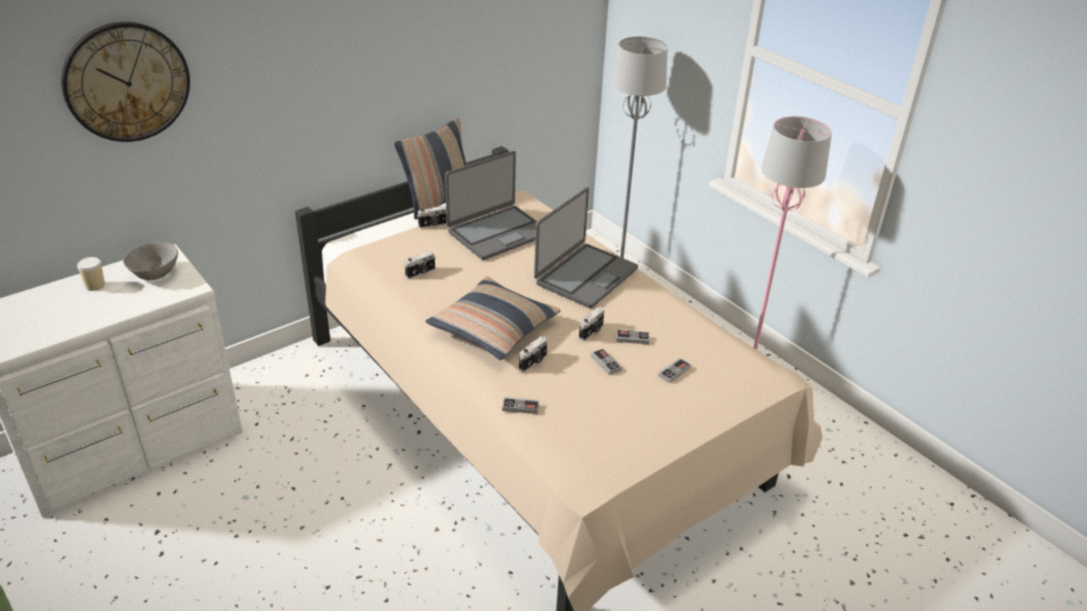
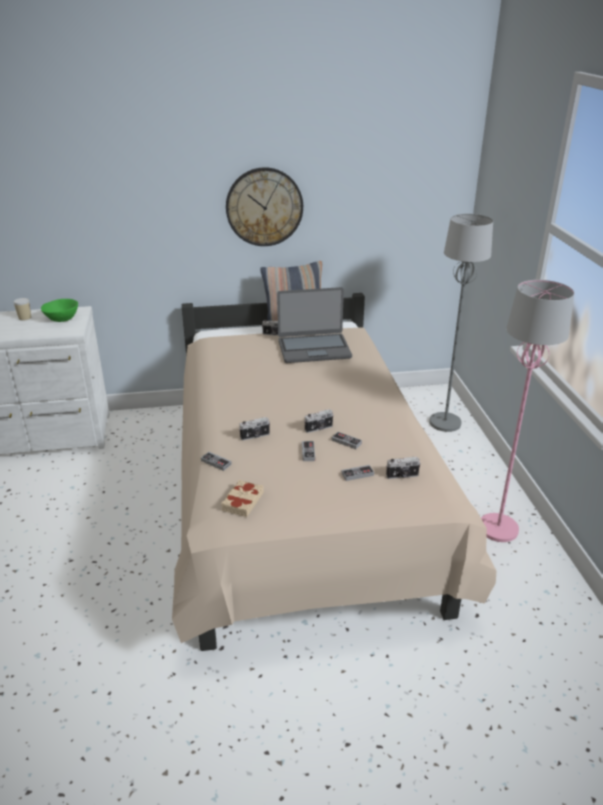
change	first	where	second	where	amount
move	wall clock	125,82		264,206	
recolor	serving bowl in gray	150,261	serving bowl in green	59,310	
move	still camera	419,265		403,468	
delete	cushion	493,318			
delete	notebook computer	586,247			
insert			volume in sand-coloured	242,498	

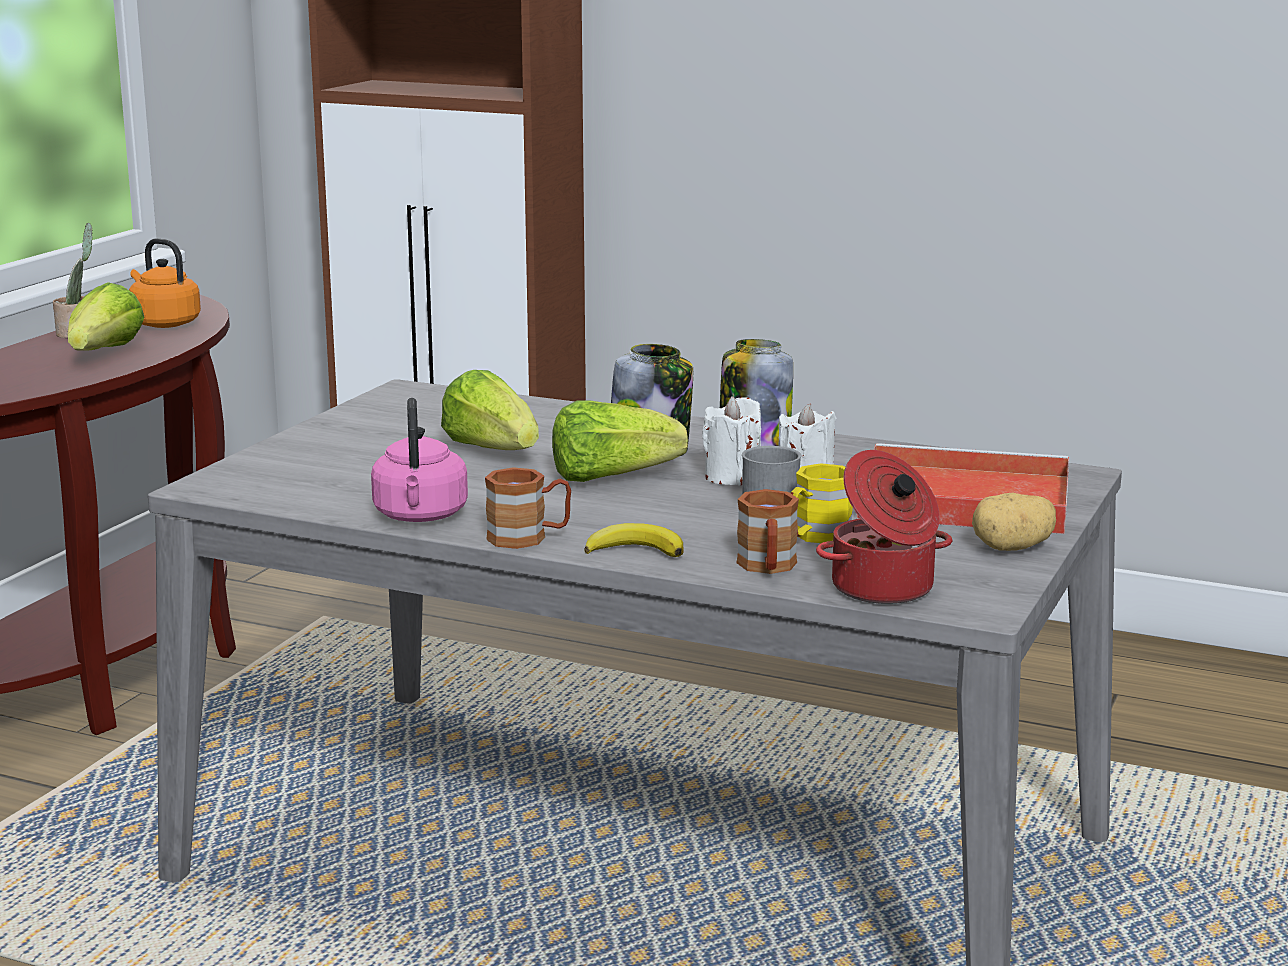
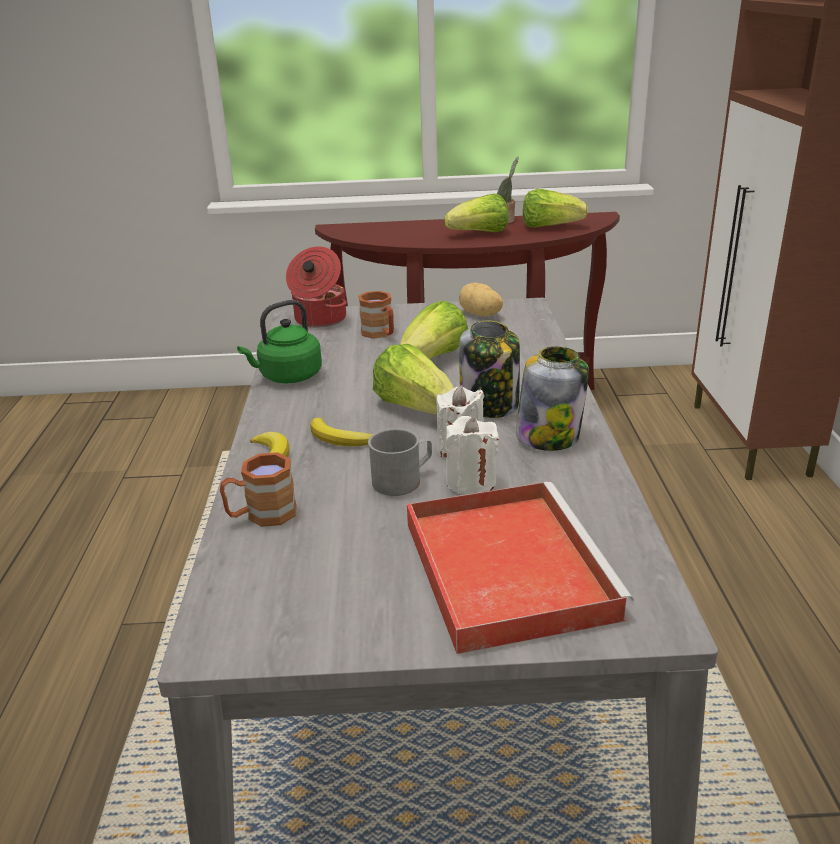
change	first	where	second	where	amount
replace	kettle in orangey	165,283	head of lettuce	555,208	
recolor	kettle in pinkish	419,460	kettle in green	279,341	
move	coffee mug in brown-coloured	528,508		376,315	
delete	coffee mug in yellow-coloured	822,503			
move	saucepot	884,527		316,287	
move	potato	1014,522		481,299	
insert			whole banana	341,432	

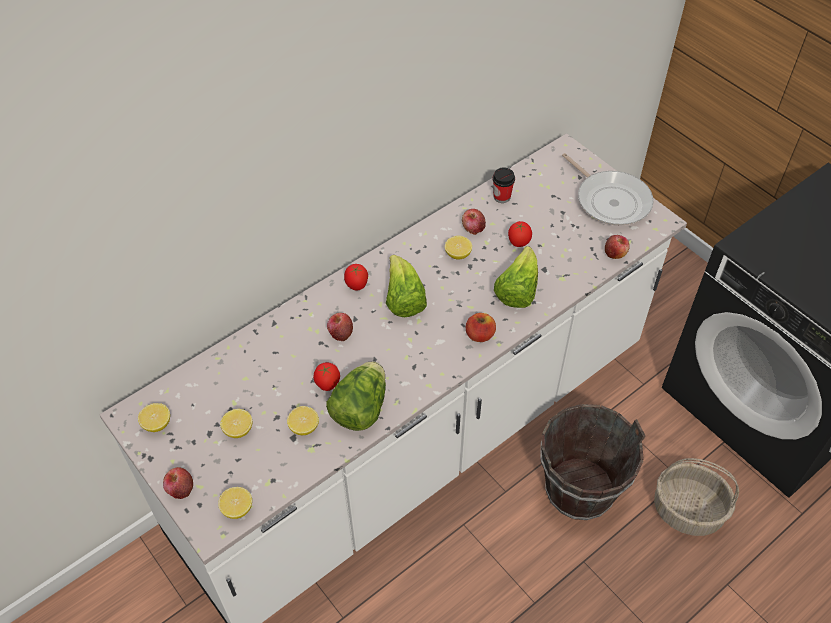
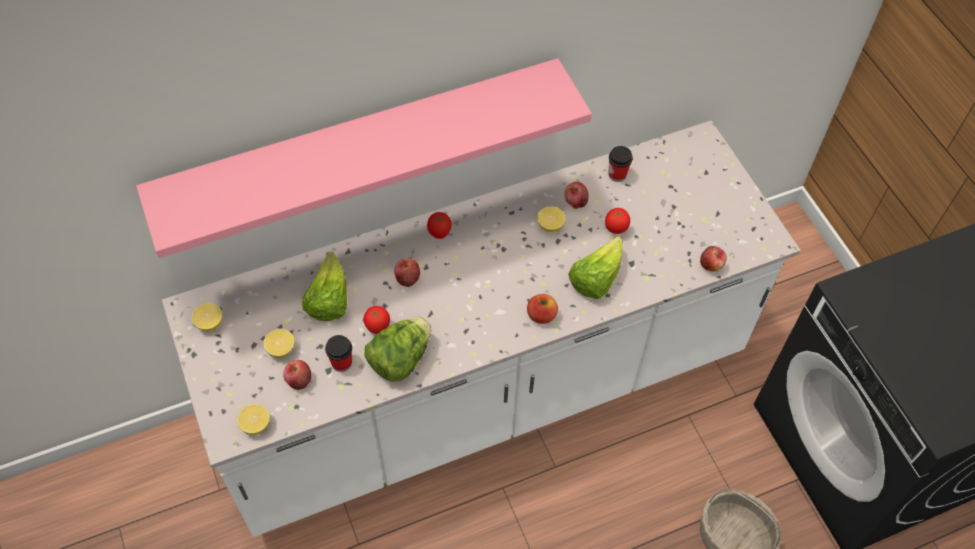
change	first	where	second	where	amount
move	apple fruit	178,483		297,375	
replace	citrus fruit	303,420	small cup	338,353	
move	head of lettuce	406,286		324,286	
delete	water bucket in brown-coloured	593,462			
delete	frying pan	608,189			
insert			wall shelf in pinkish	364,158	

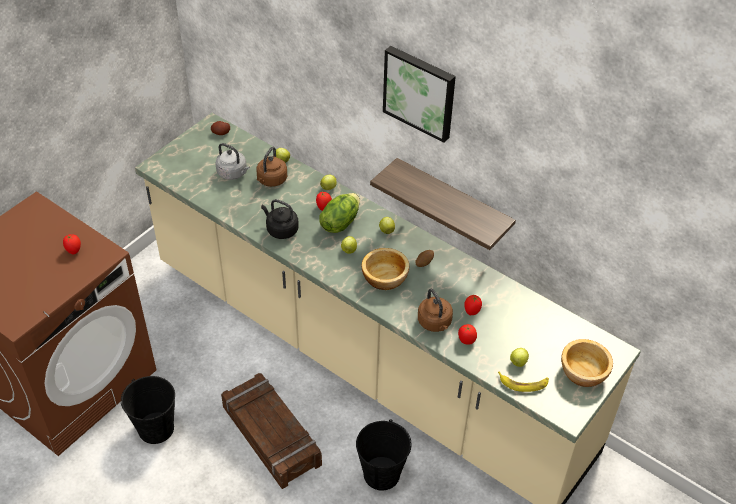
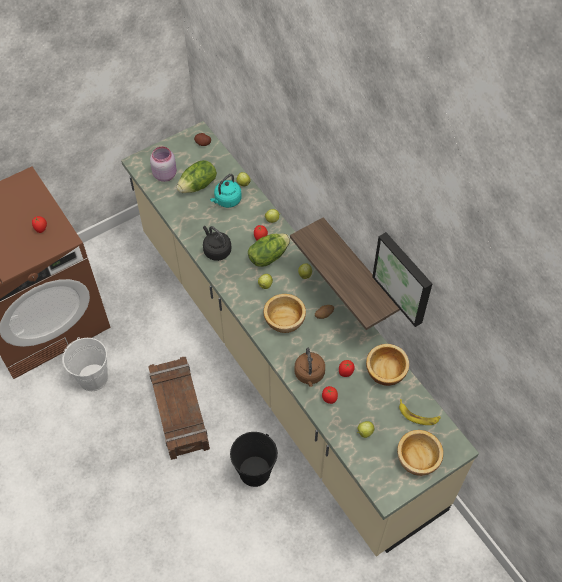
change	first	where	second	where	amount
recolor	water bucket in black-coloured	148,410	water bucket in white	85,364	
replace	kettle in gray	232,161	head of lettuce	196,176	
recolor	kettle in brown-coloured	271,167	kettle in turquoise-coloured	226,191	
move	picture	419,94		402,279	
move	whole banana	523,381		420,412	
insert			storage jar in pinkish	163,164	
insert			serving bowl	387,365	

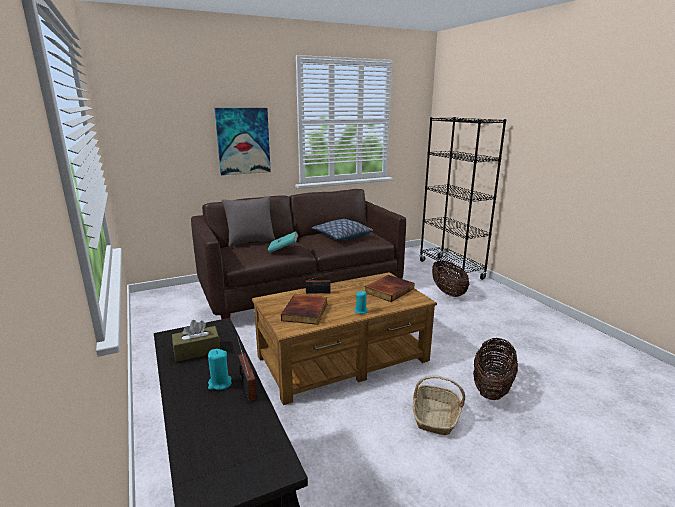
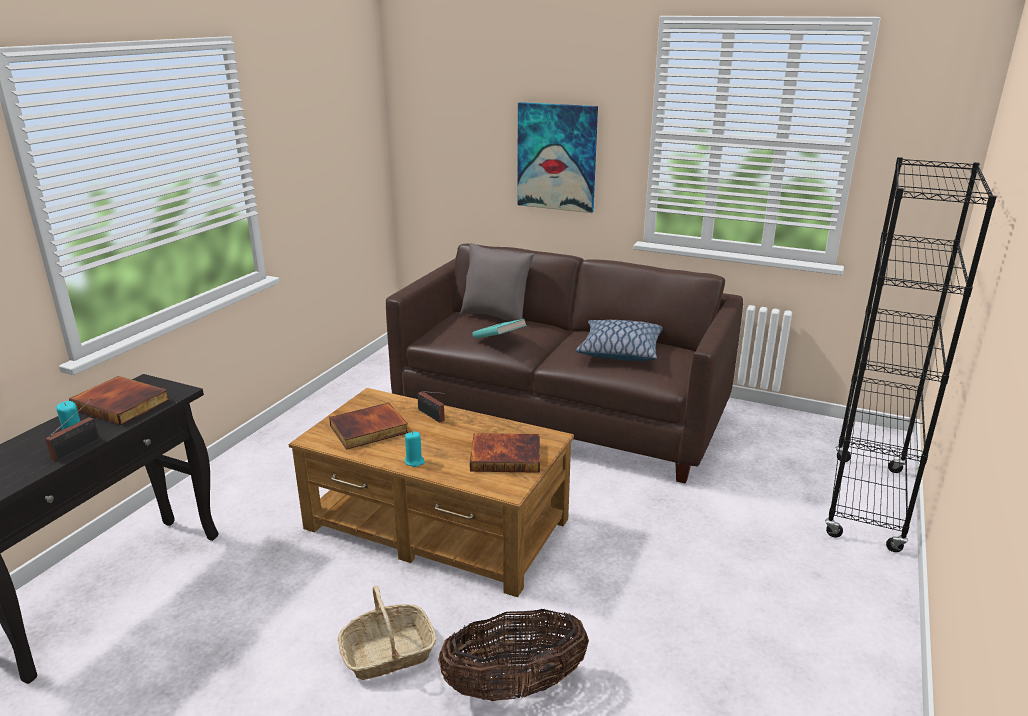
change	first	where	second	where	amount
replace	tissue holder in brown-coloured	196,341	volume	119,400	
delete	basket	450,279			

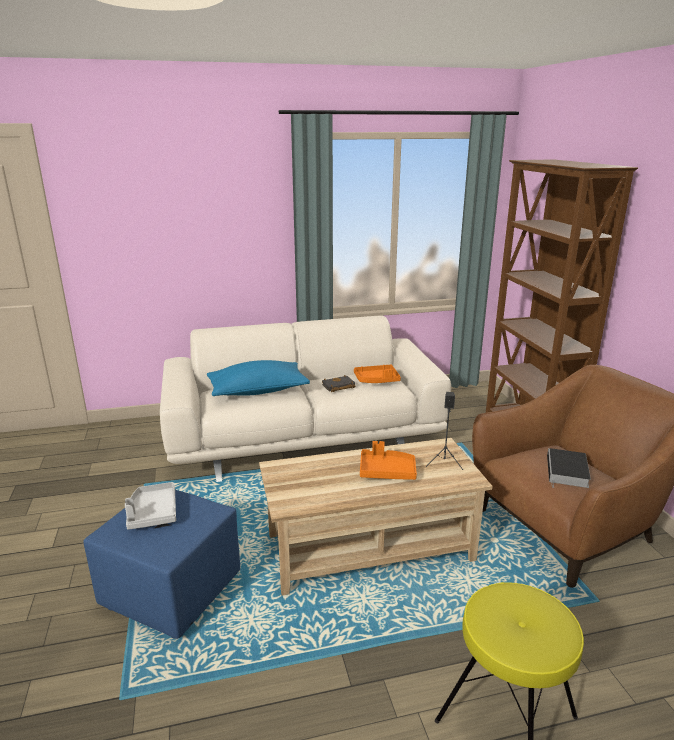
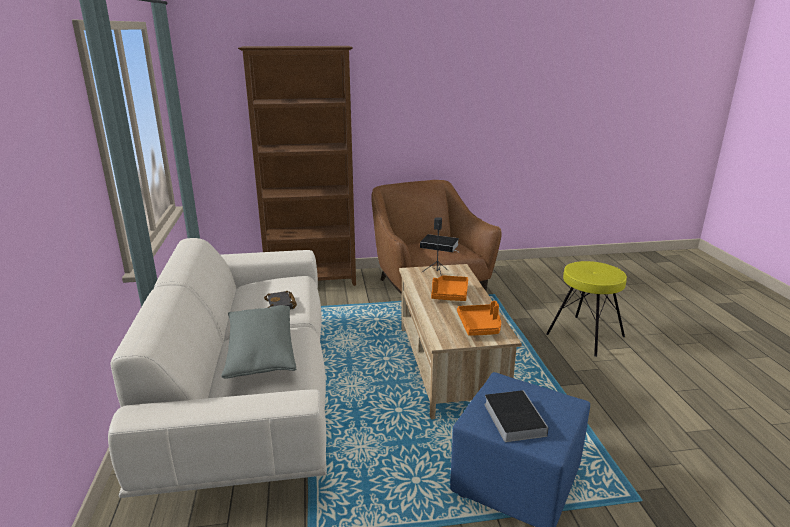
change	first	where	second	where	amount
replace	serving tray in gray	150,506	volume	516,416	
recolor	cushion in bluish	258,378	cushion in gray	258,342	
move	serving tray in orangey	377,374		479,318	

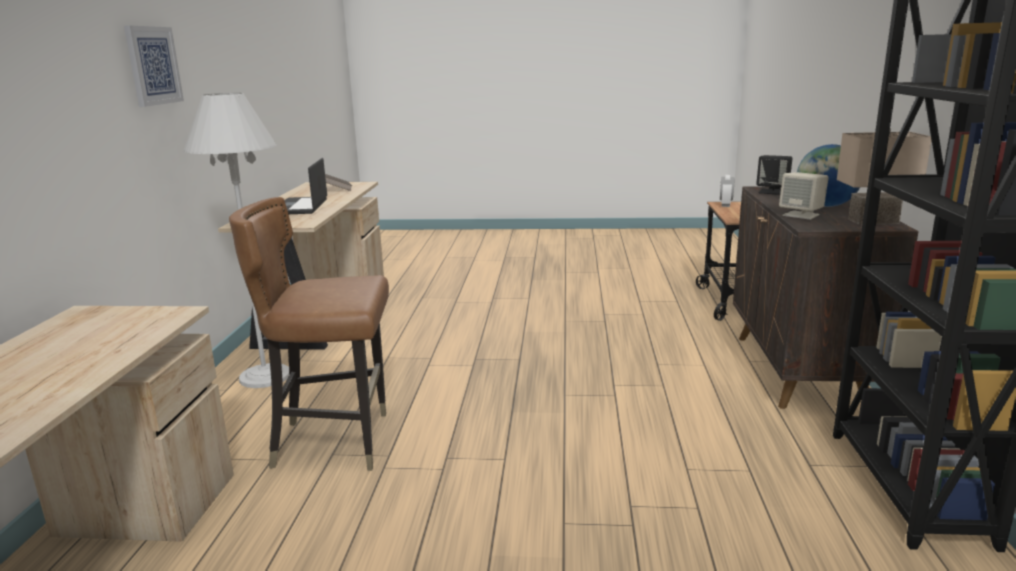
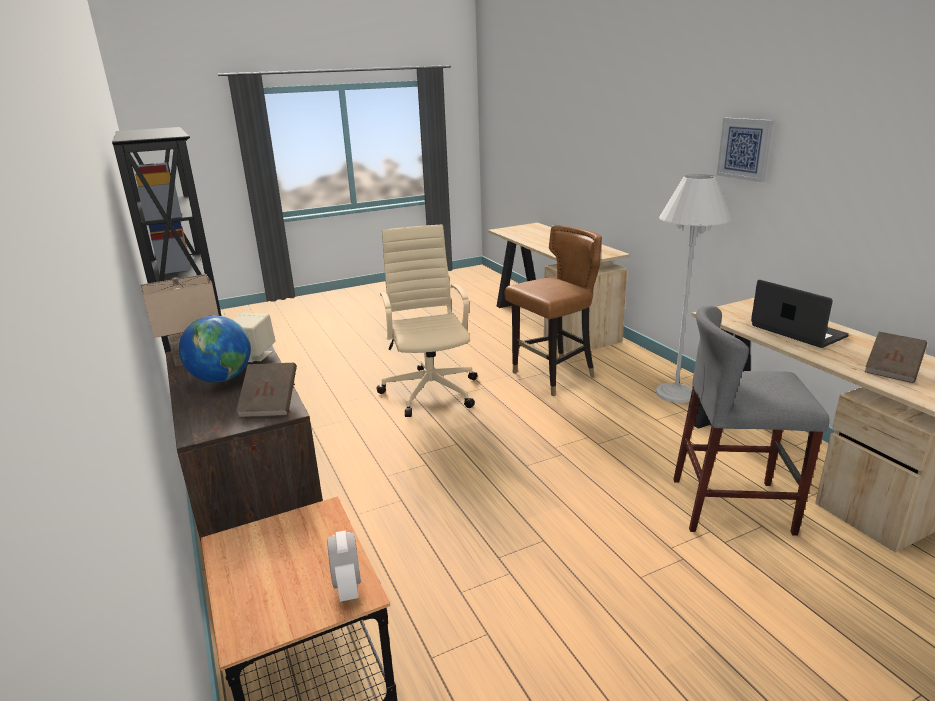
change	first	where	second	where	amount
replace	speaker in black-coloured	774,175	volume in brown-coloured	266,390	
insert			desk chair in sand-coloured	427,320	
insert			stool in gray	751,421	

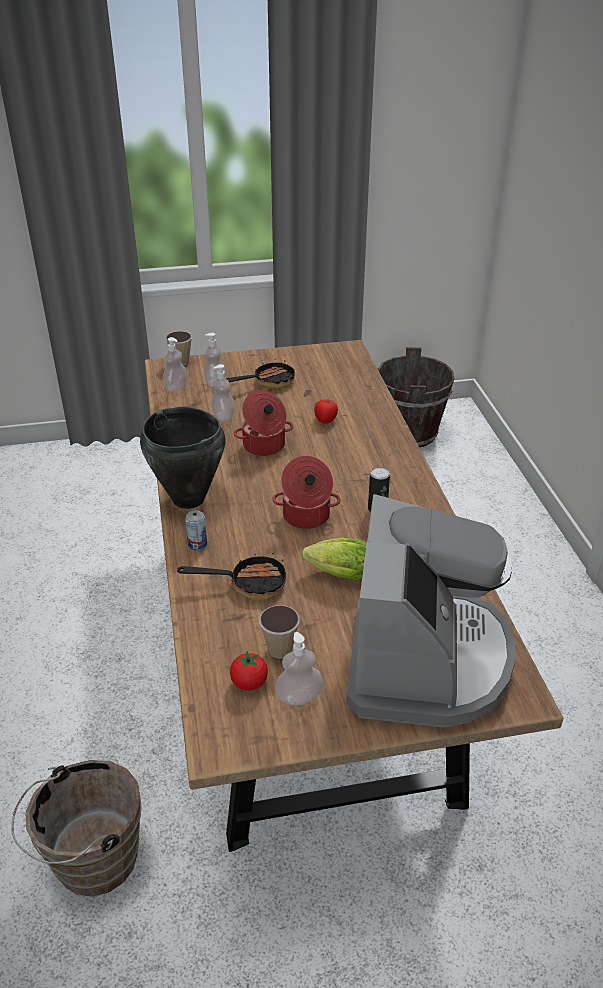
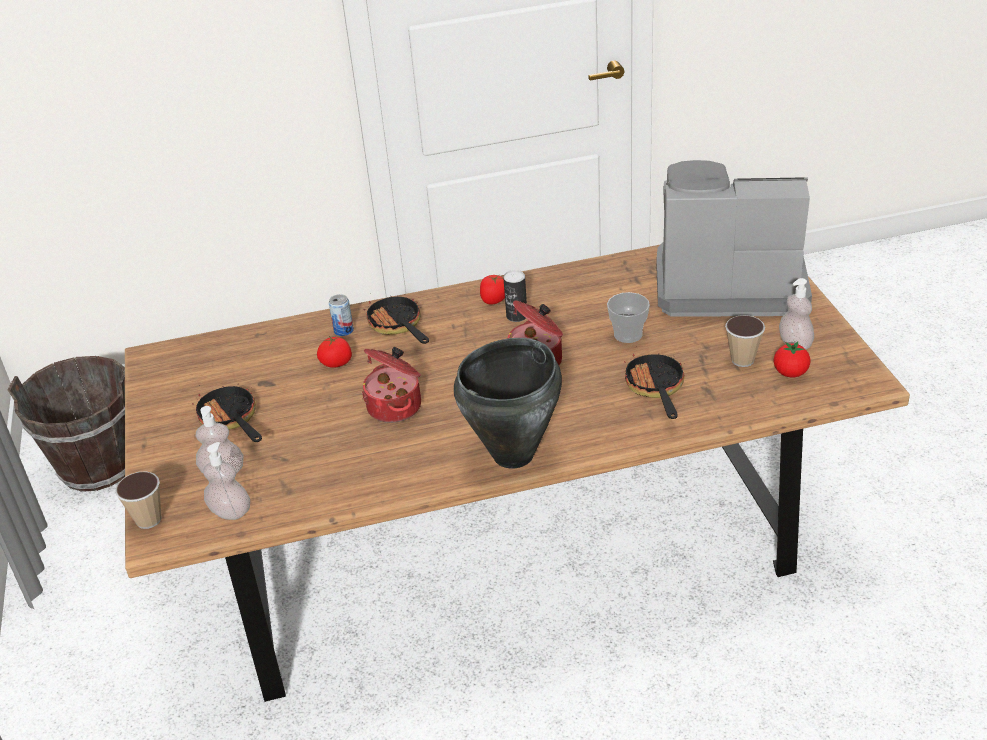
change	first	where	second	where	amount
delete	water bucket in brown-coloured	76,828			
move	sealed can	196,530		341,315	
delete	soap bottle	223,392			
replace	head of lettuce	334,559	small cup	628,317	
insert			frying pan	396,318	
insert			whole tomato	492,289	

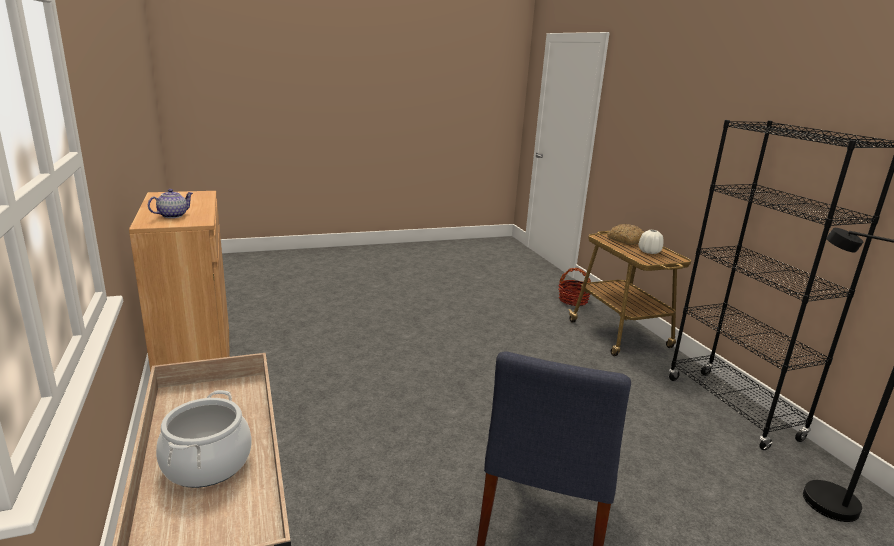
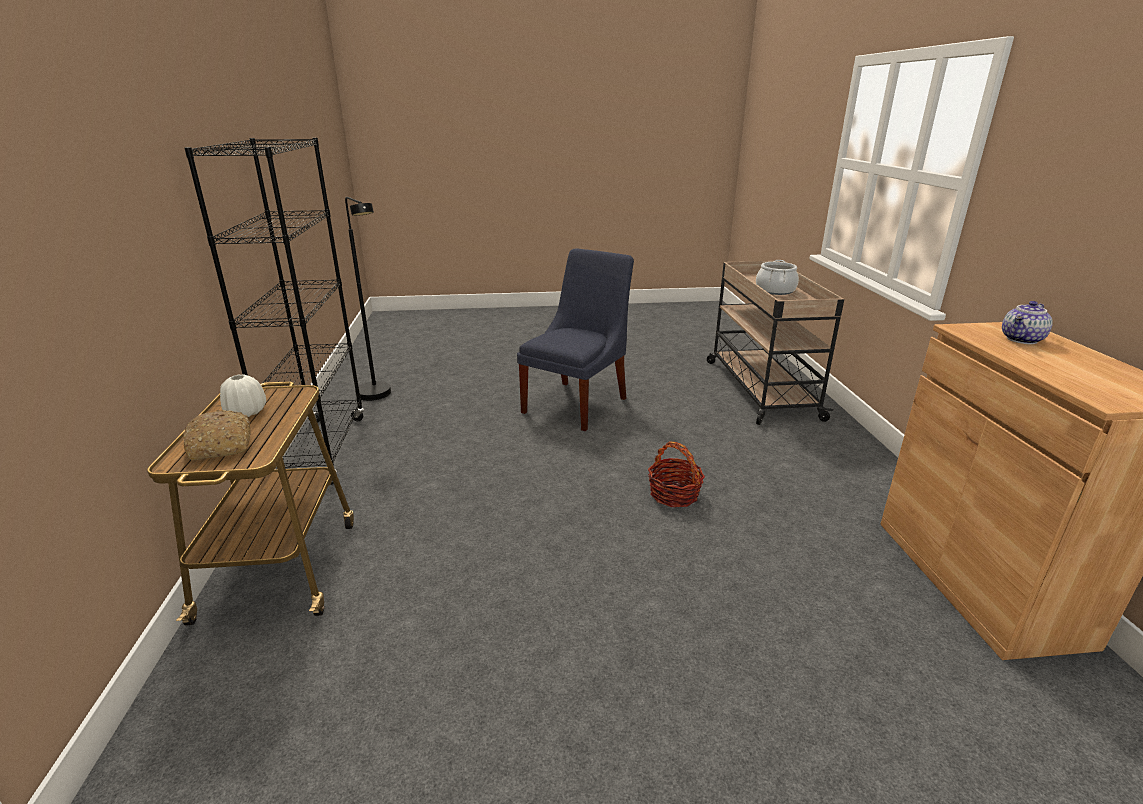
change	first	where	second	where	amount
move	basket	574,287		676,474	

